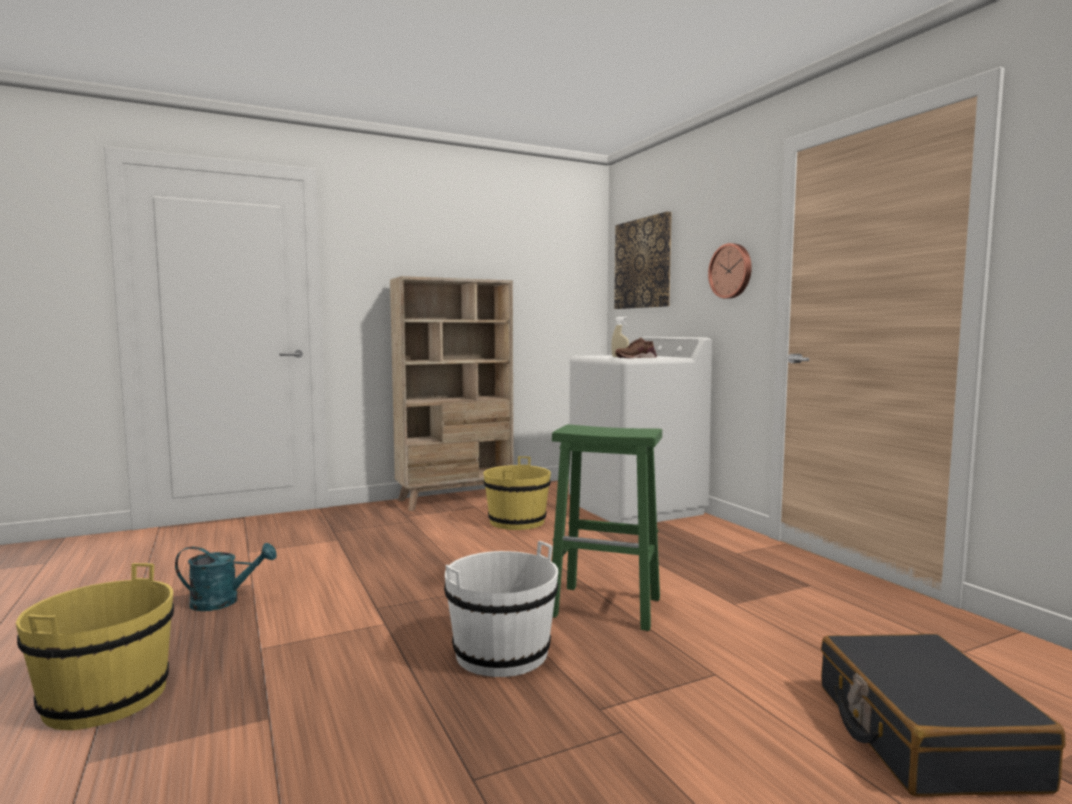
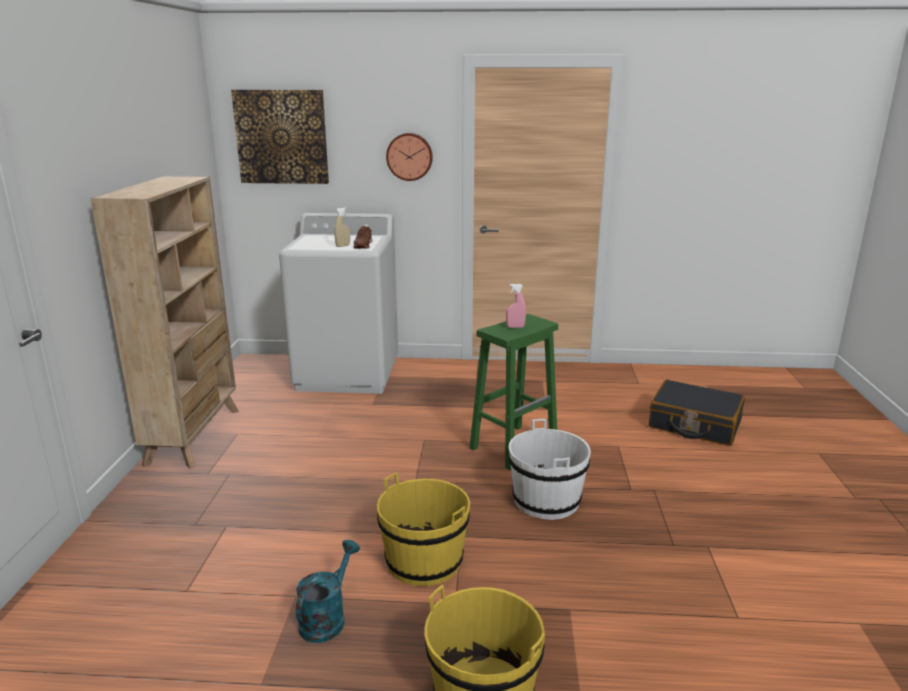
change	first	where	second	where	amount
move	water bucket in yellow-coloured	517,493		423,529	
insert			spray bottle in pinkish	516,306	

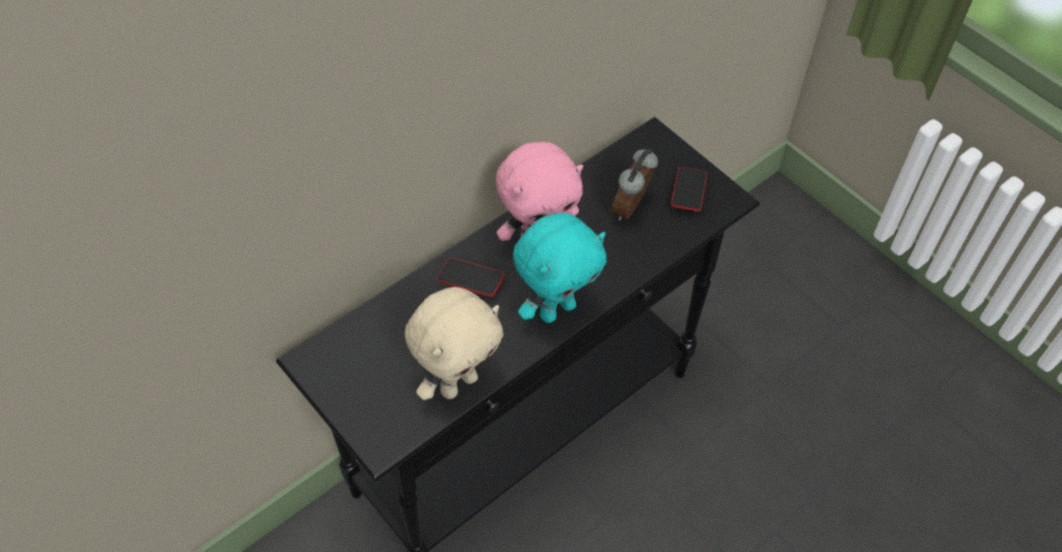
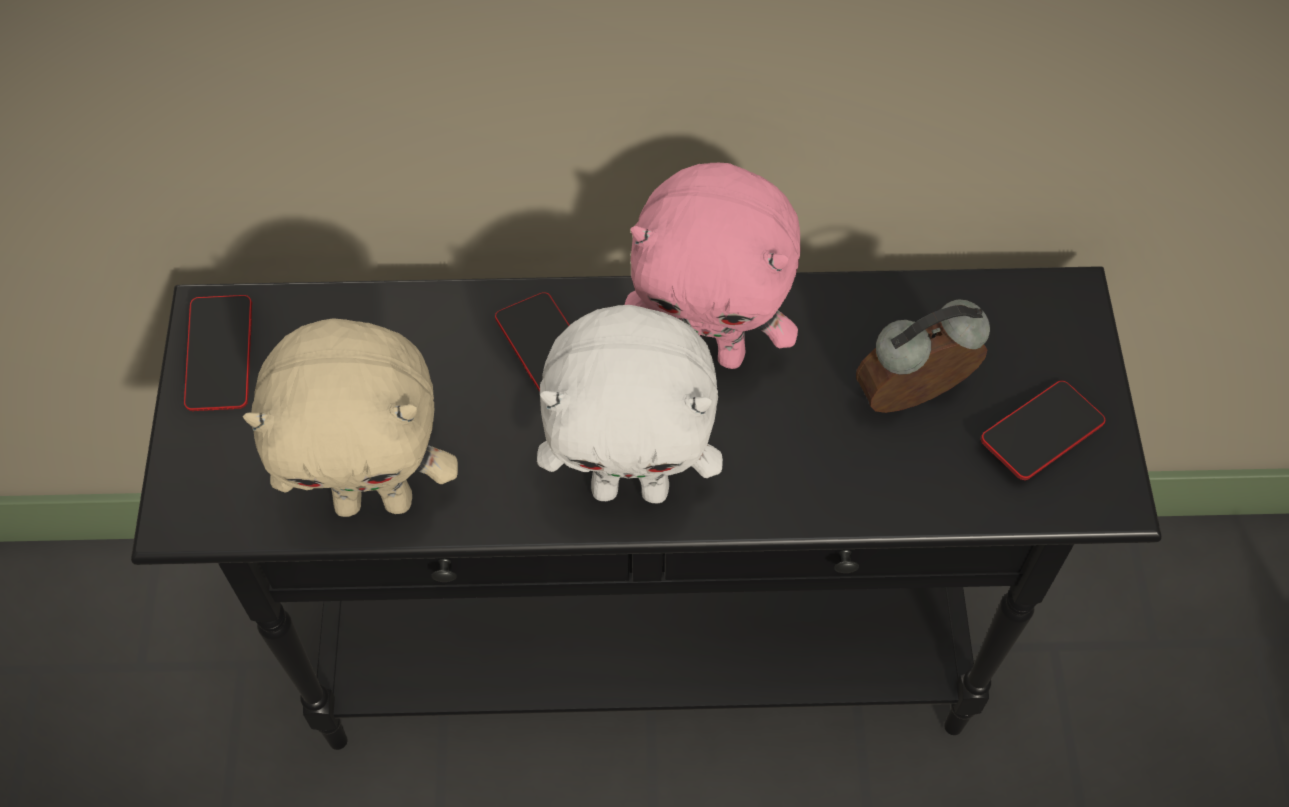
change	first	where	second	where	amount
recolor	plush toy in turquoise-coloured	560,268	plush toy in white	630,404	
insert			handset	218,353	

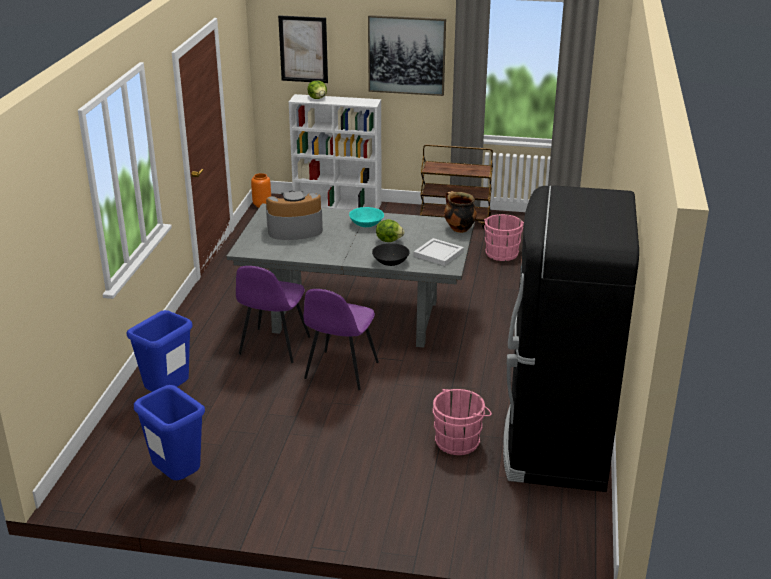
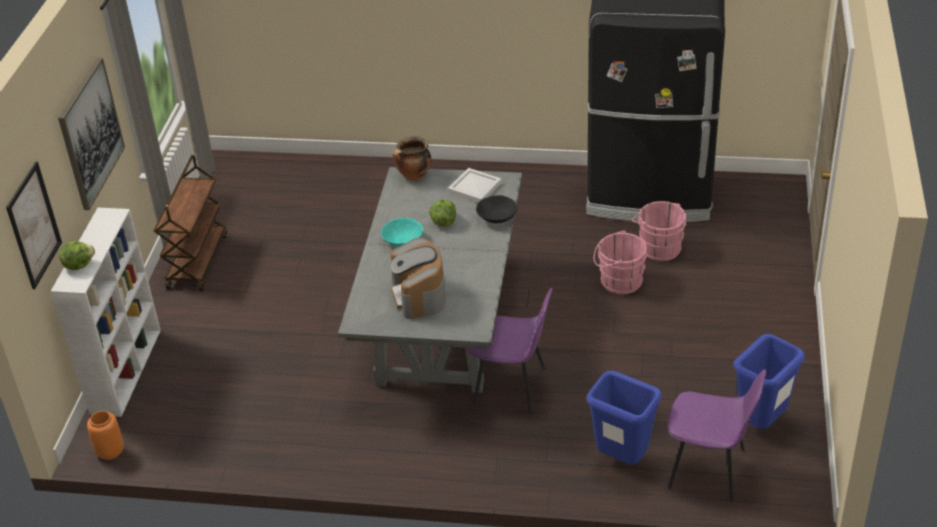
change	first	where	second	where	amount
move	chair in purple-coloured	341,339		717,435	
move	water bucket in pinkish	504,237		620,262	

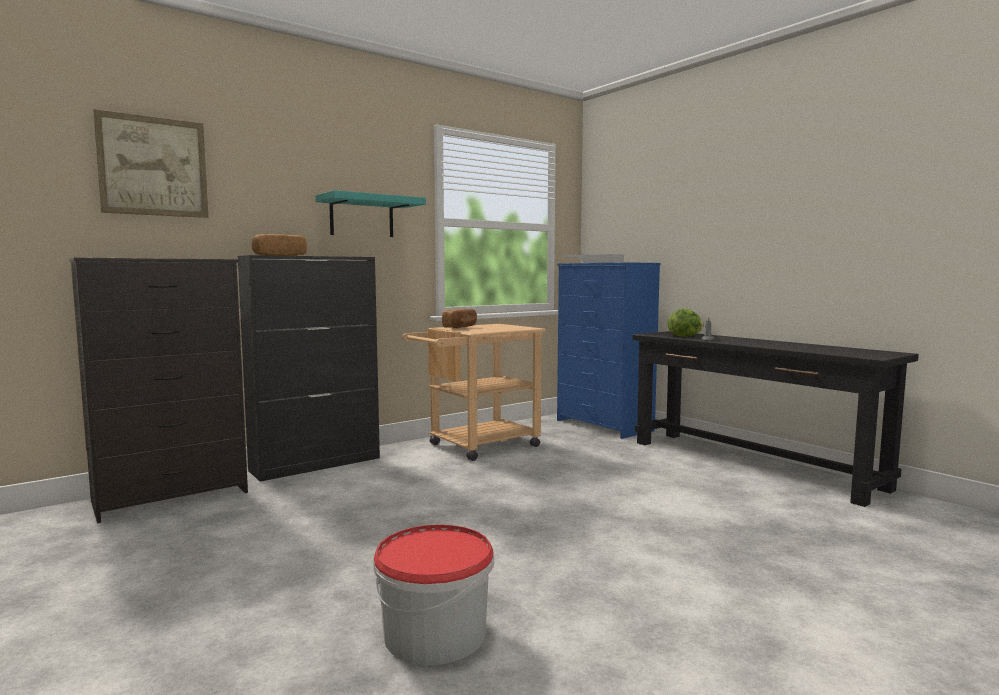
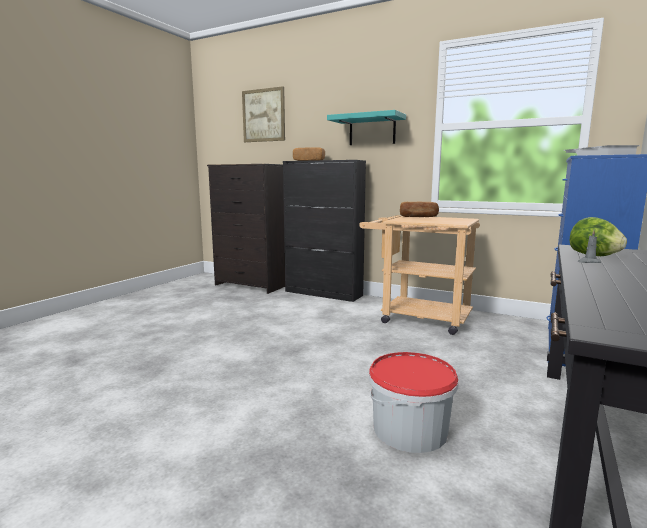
change	first	where	second	where	amount
move	water bucket	433,594		413,402	

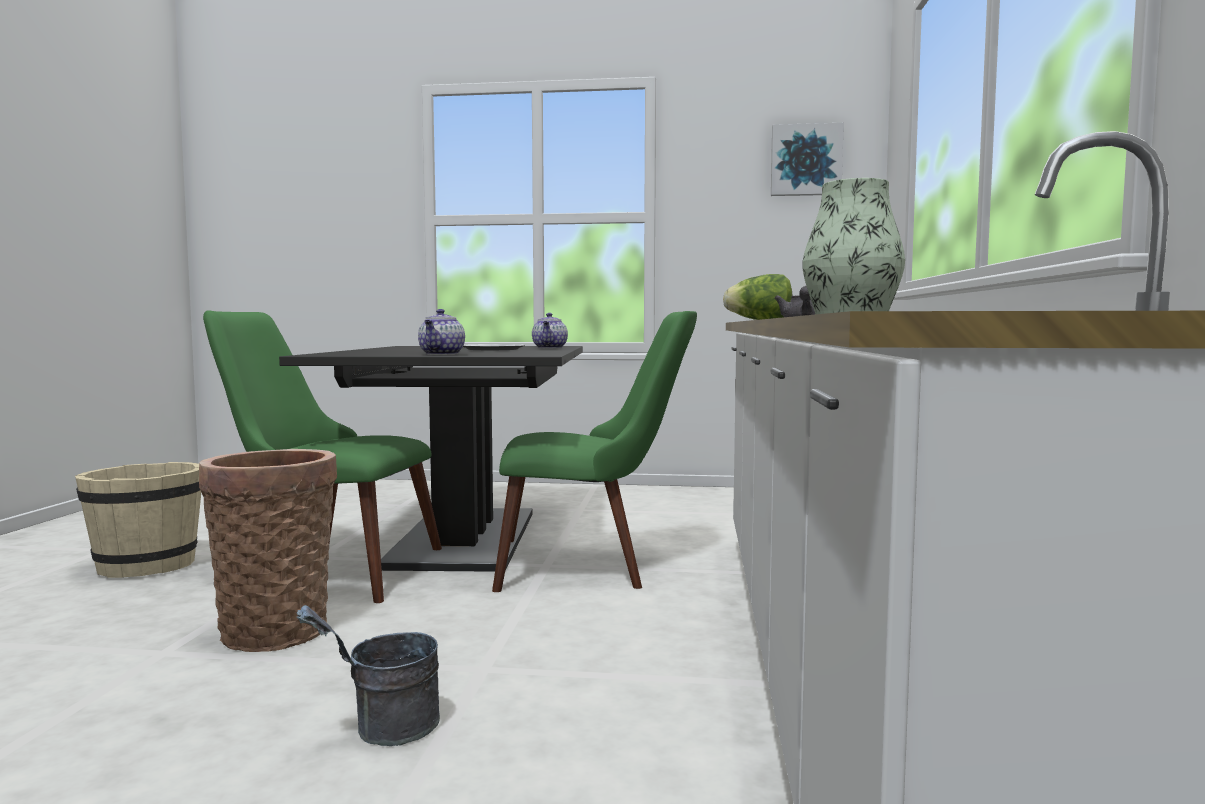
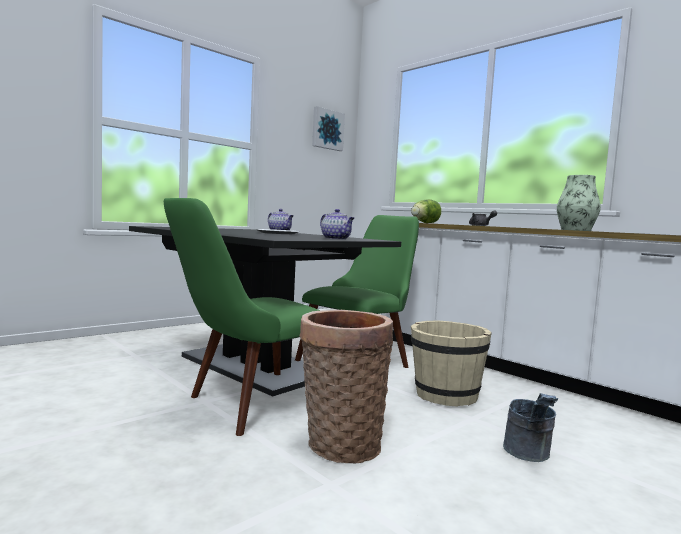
change	first	where	second	where	amount
move	water bucket in sand-coloured	138,520		451,363	

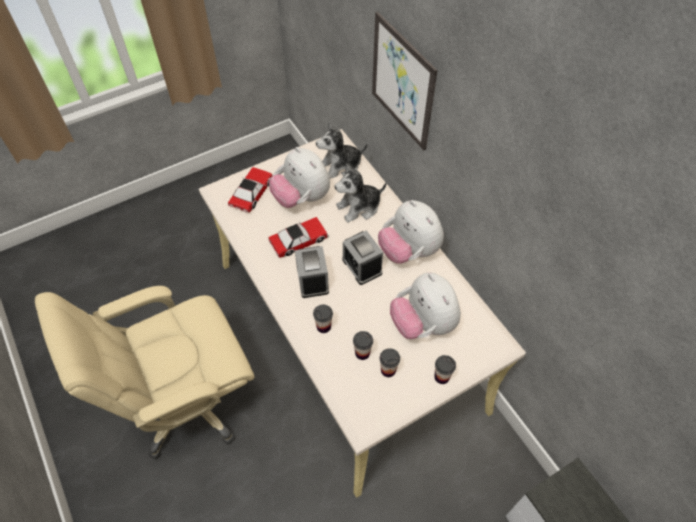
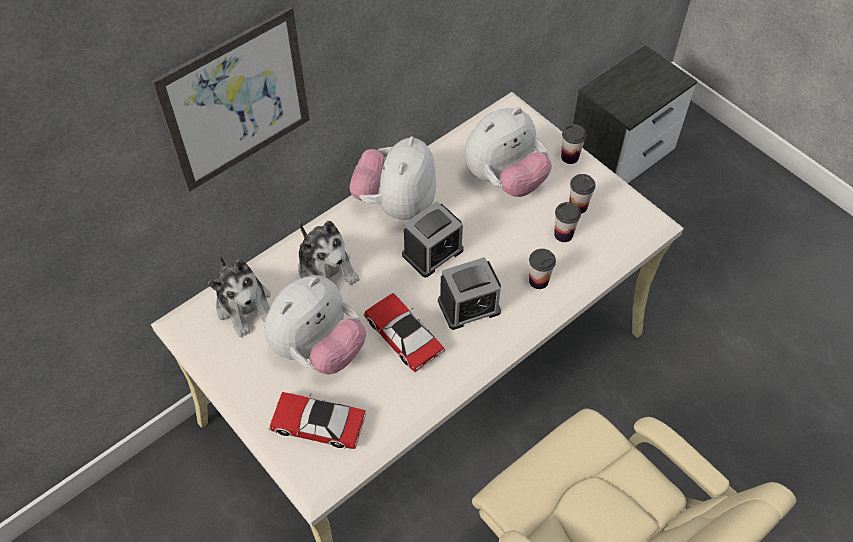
change	first	where	second	where	amount
rotate	plush toy	411,232		392,178	150 degrees clockwise

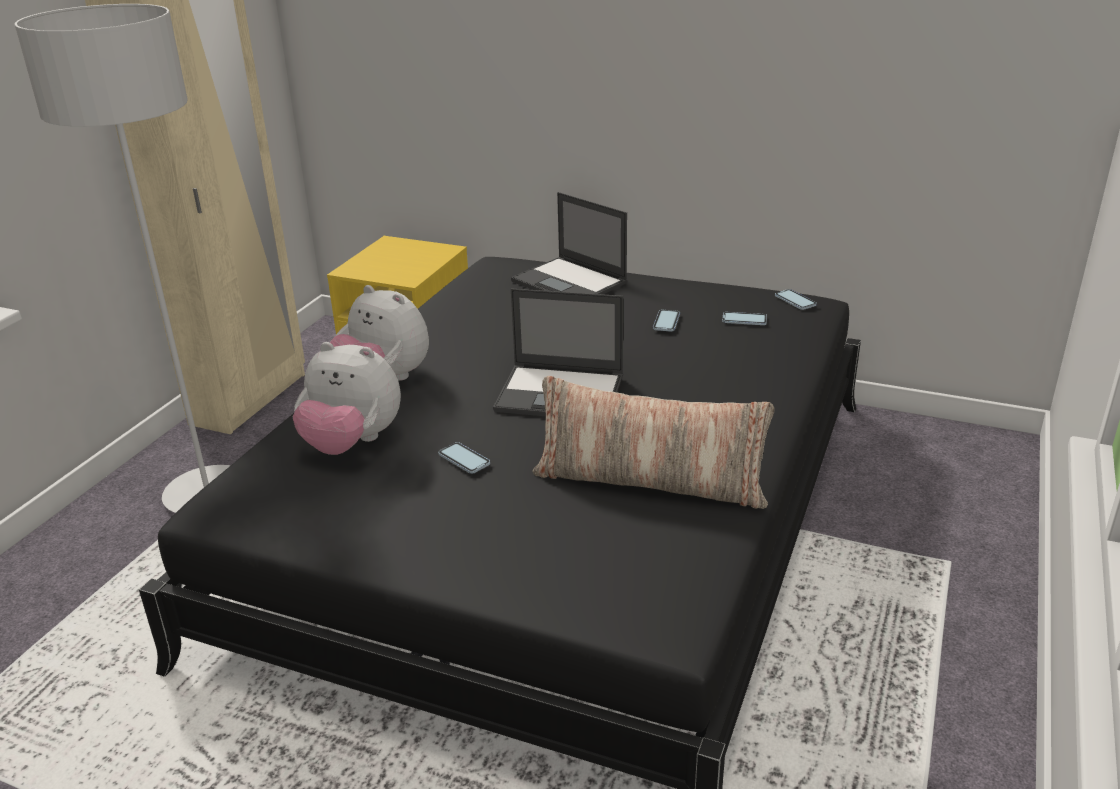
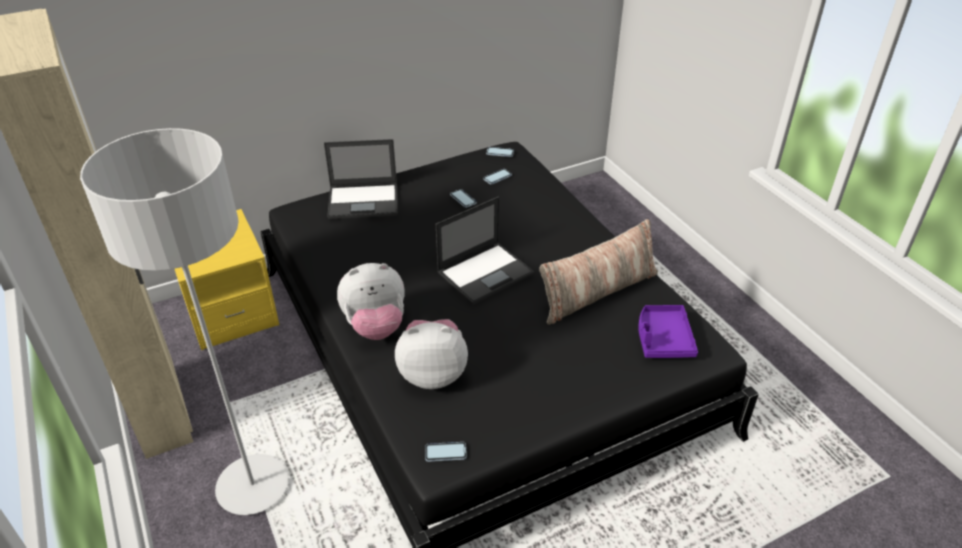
change	first	where	second	where	amount
rotate	plush toy	347,398		431,354	150 degrees counterclockwise
move	handset	464,458		446,452	
insert			serving tray in purple-coloured	668,331	

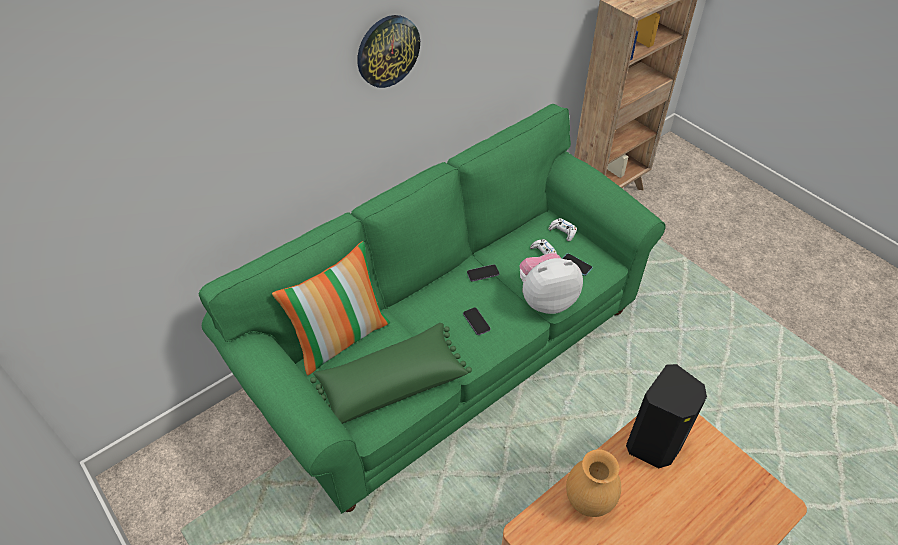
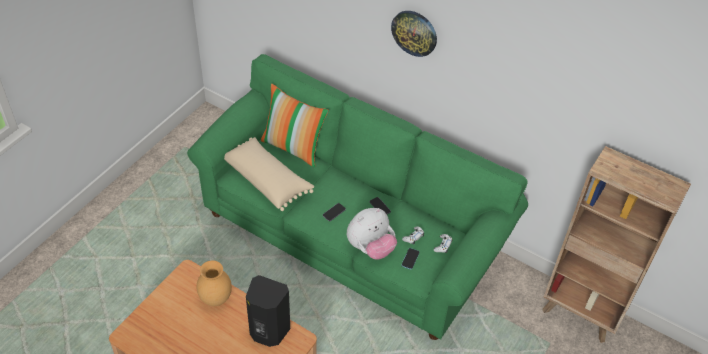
change	first	where	second	where	amount
recolor	cushion in green	391,373	cushion in sand-coloured	269,174	
rotate	plush toy	551,283		372,234	90 degrees clockwise

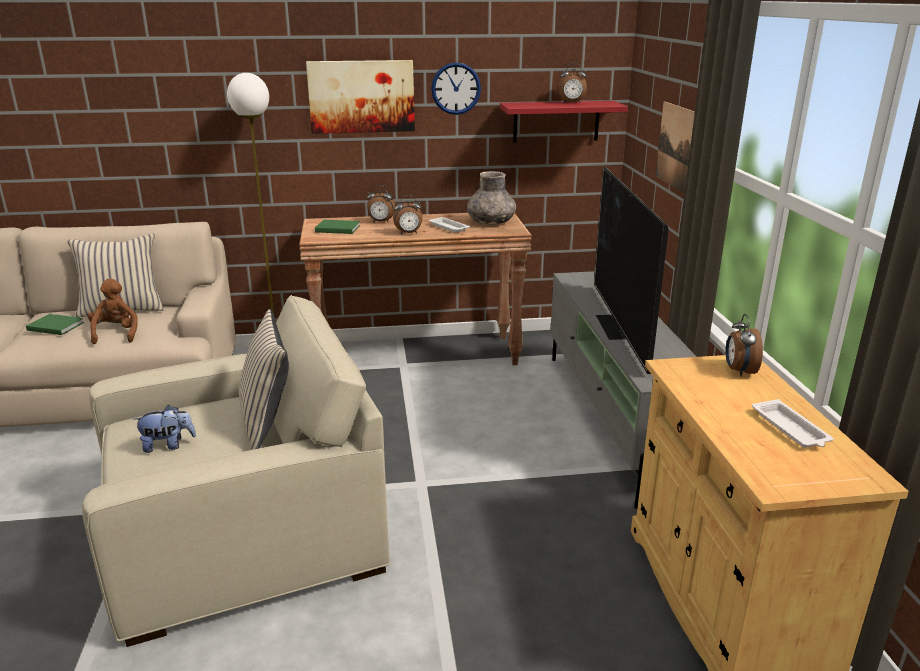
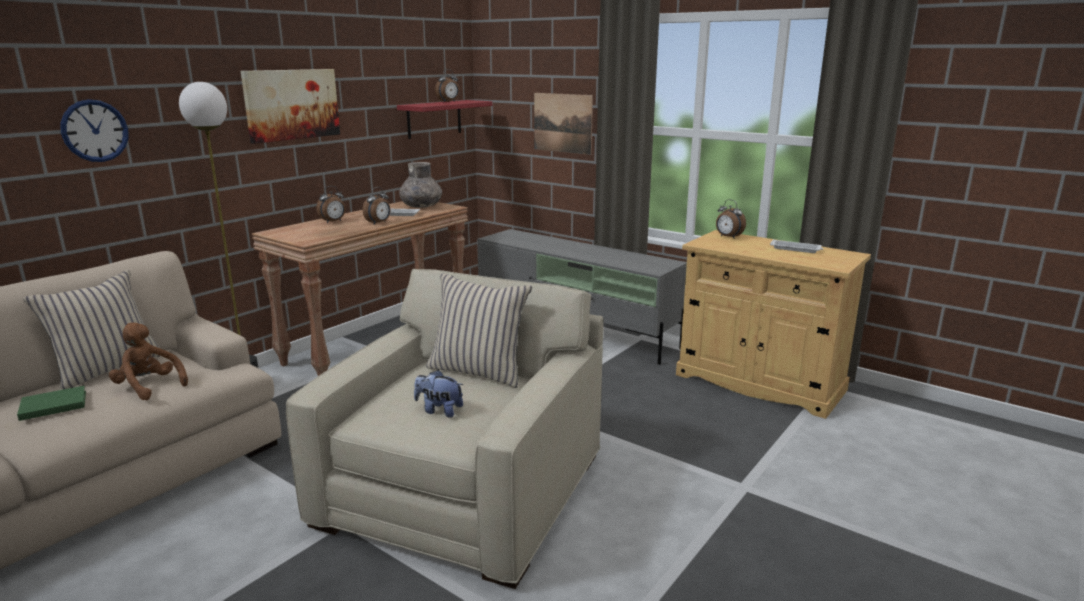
change	first	where	second	where	amount
rotate	plush toy	164,429		438,394	105 degrees counterclockwise
delete	volume in green	337,227			
move	wall clock	456,88		94,130	
delete	TV	631,270			

